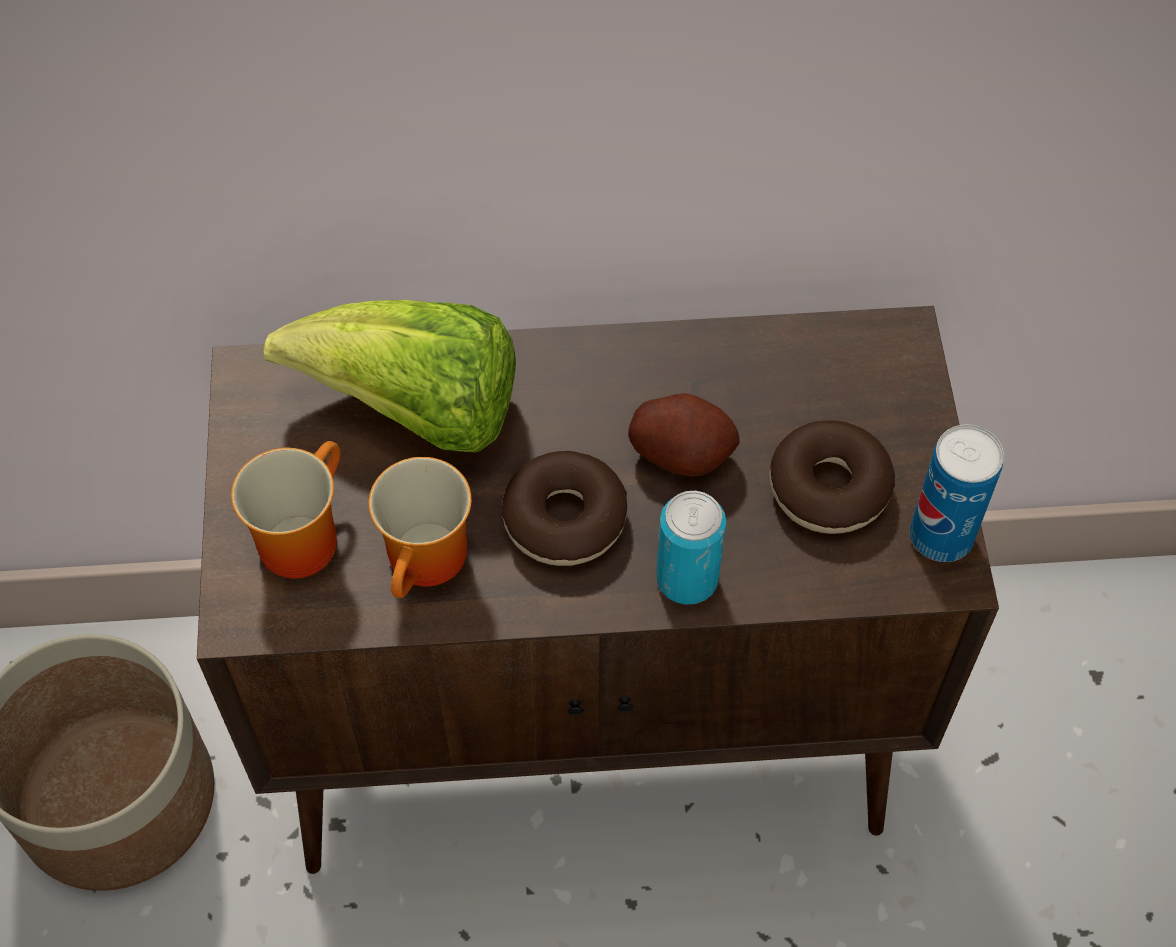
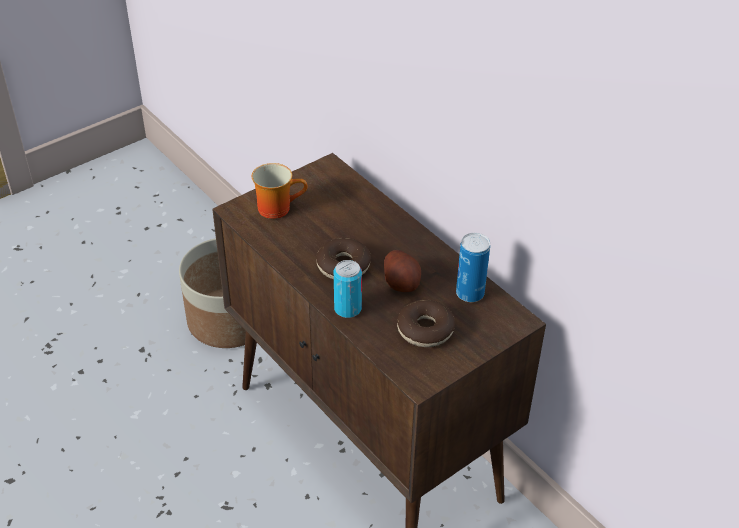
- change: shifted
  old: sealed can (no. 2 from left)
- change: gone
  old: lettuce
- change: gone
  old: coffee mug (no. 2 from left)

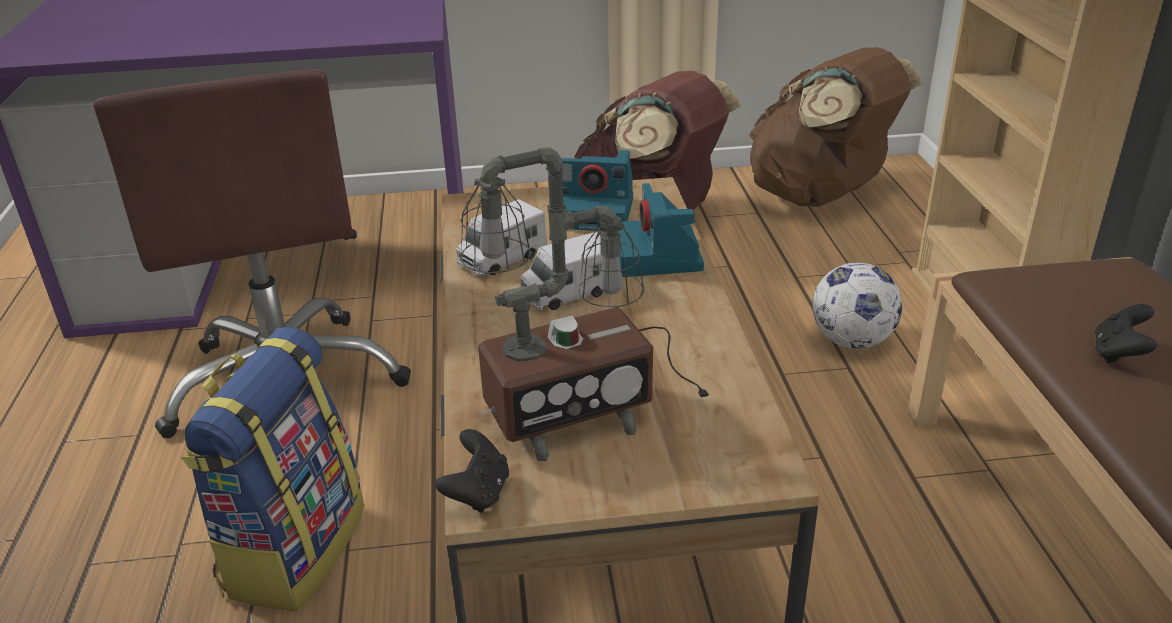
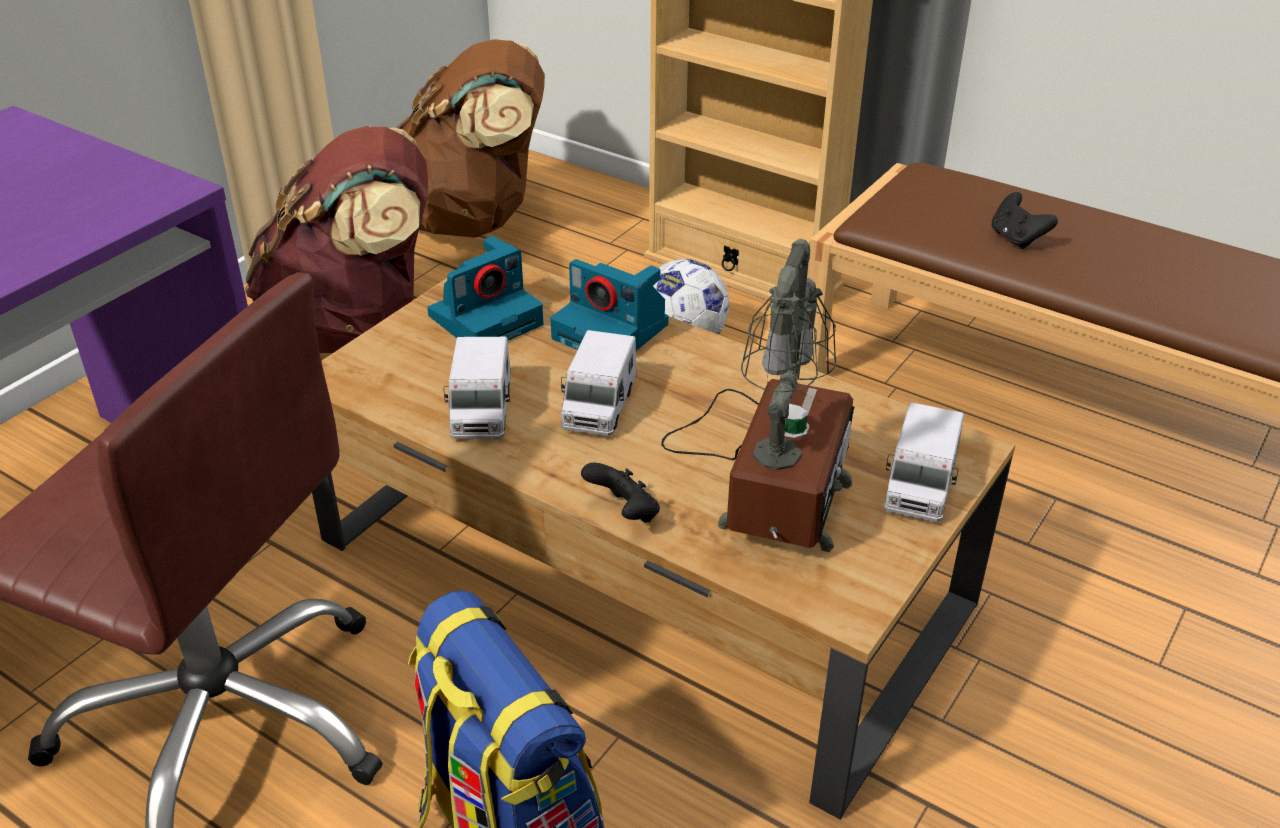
- change: shifted
  old: gamepad in blackish (no. 1 from left)
- change: new
  new: model truck (no. 3 from left)

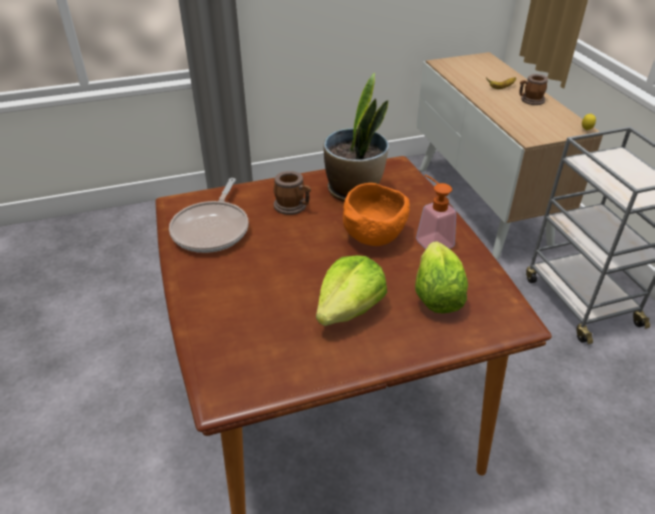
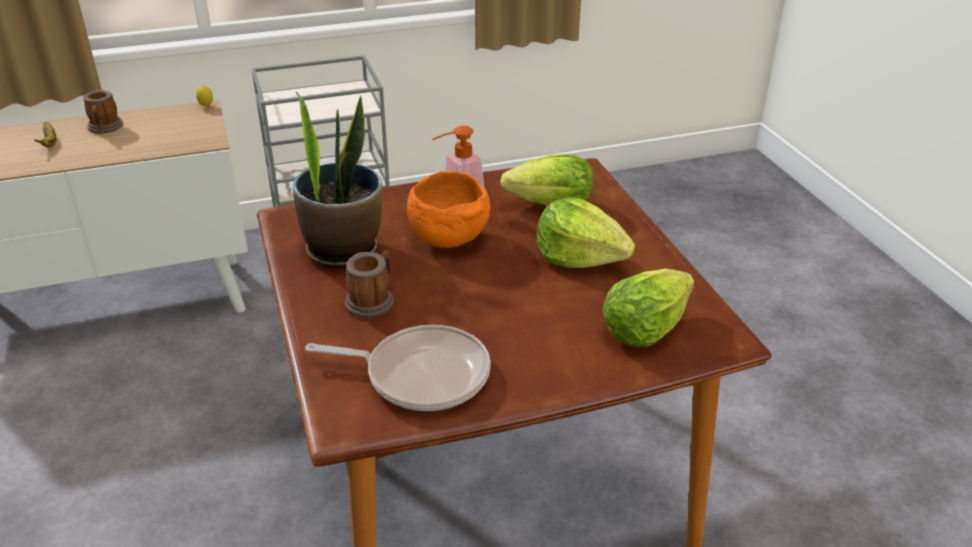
- change: new
  new: lettuce (no. 3 from left)

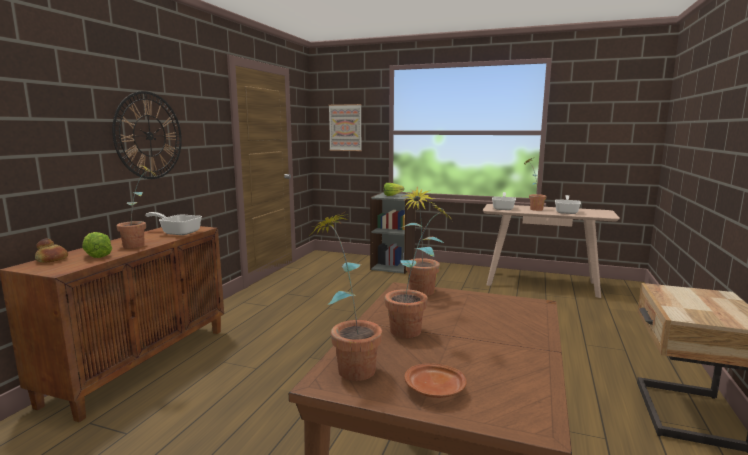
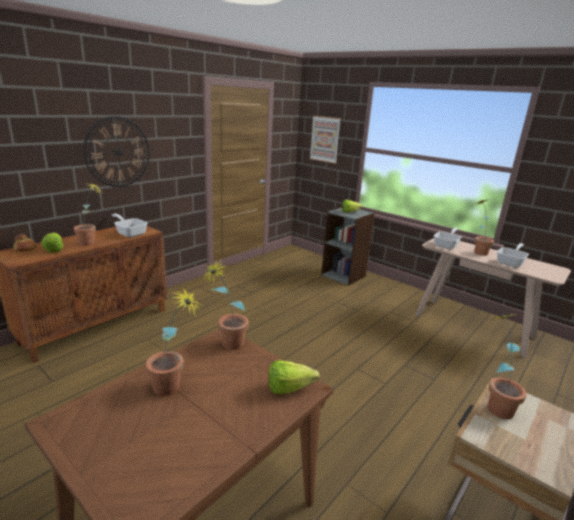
- change: new
  new: lettuce (no. 2 from left)
- change: shifted
  old: houseplant (no. 2 from left in the first image)
  new: houseplant (no. 5 from left)
- change: gone
  old: dinner plate in brown-coloured

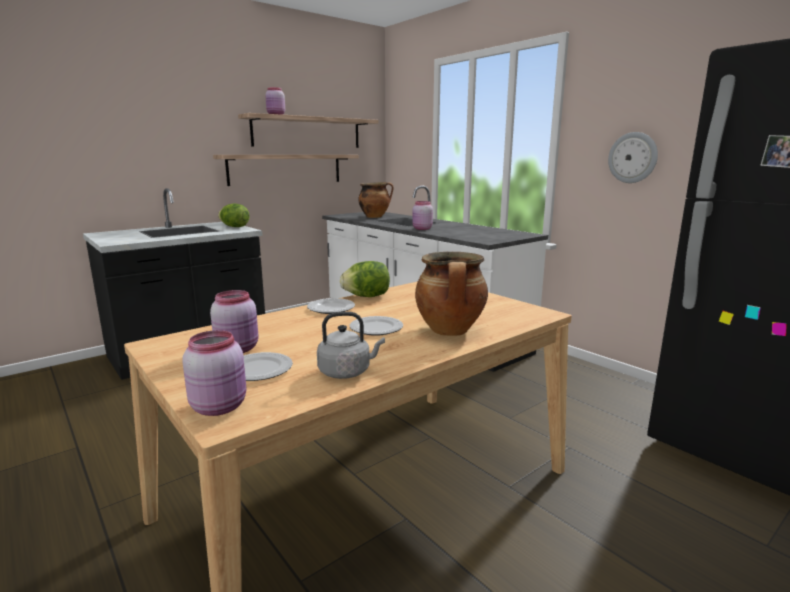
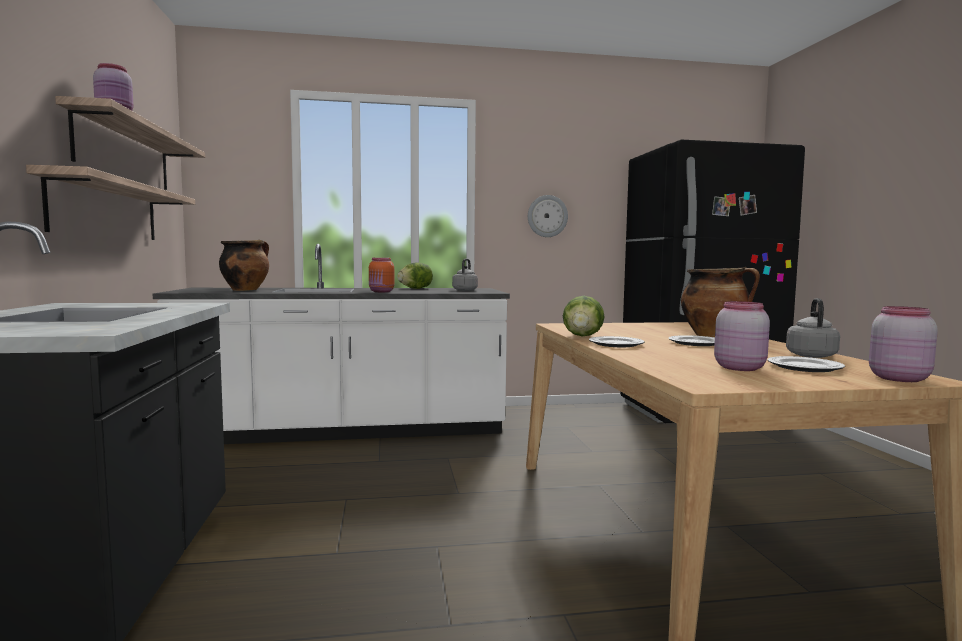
- change: repainted
  old: storage jar in pink-coloured (no. 4 from left)
  new: storage jar in orange
- change: shifted
  old: lettuce (no. 1 from left)
- change: new
  new: tea kettle in greyish (no. 1 from left)

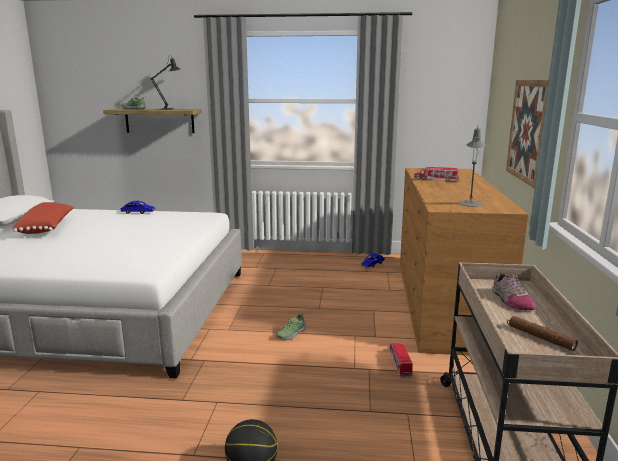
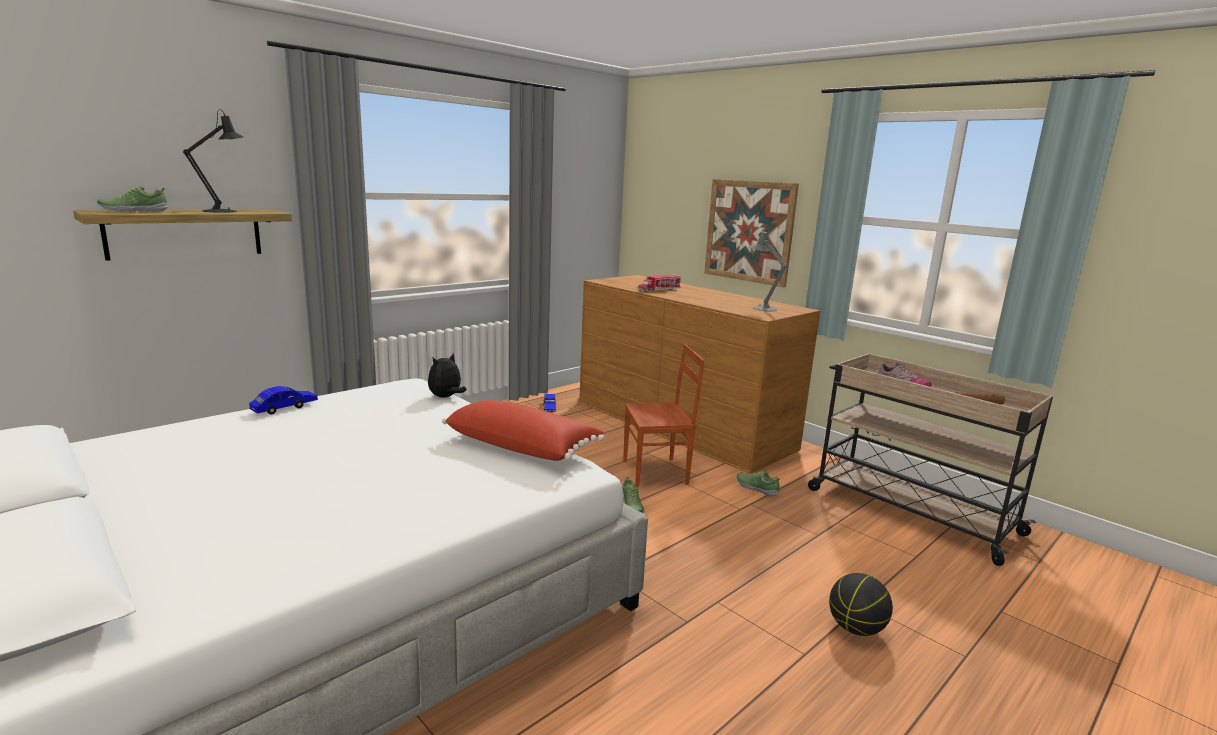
- change: new
  new: plush toy
- change: shifted
  old: cushion in red
- change: new
  new: chair in brown-coloured
- change: swapped
  old: model truck (no. 1 from left)
  new: shoe (no. 3 from left)

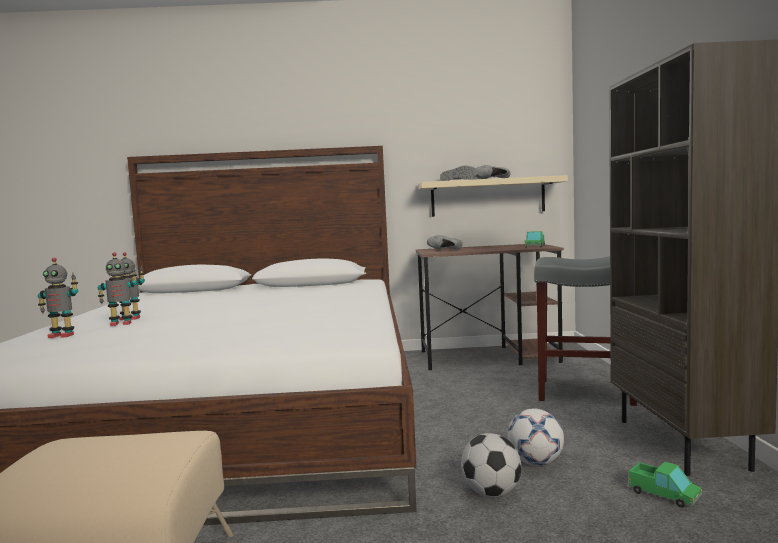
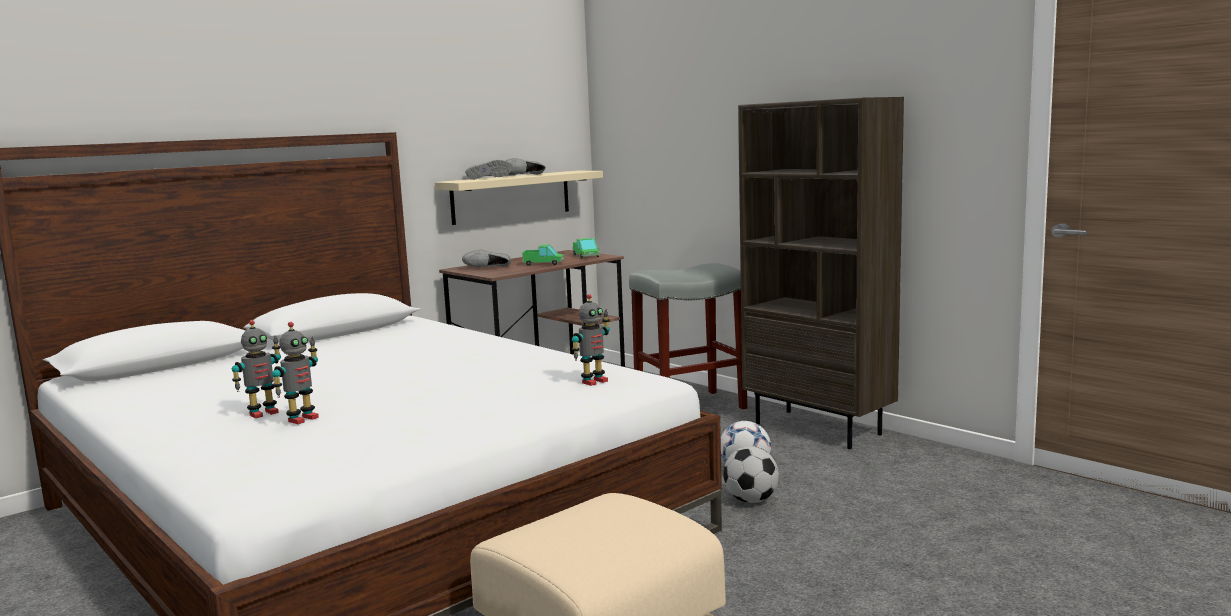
- change: shifted
  old: model truck (no. 2 from left in the first image)
  new: model truck (no. 1 from left)
- change: shifted
  old: model robot (no. 1 from left in the first image)
  new: model robot (no. 3 from left)

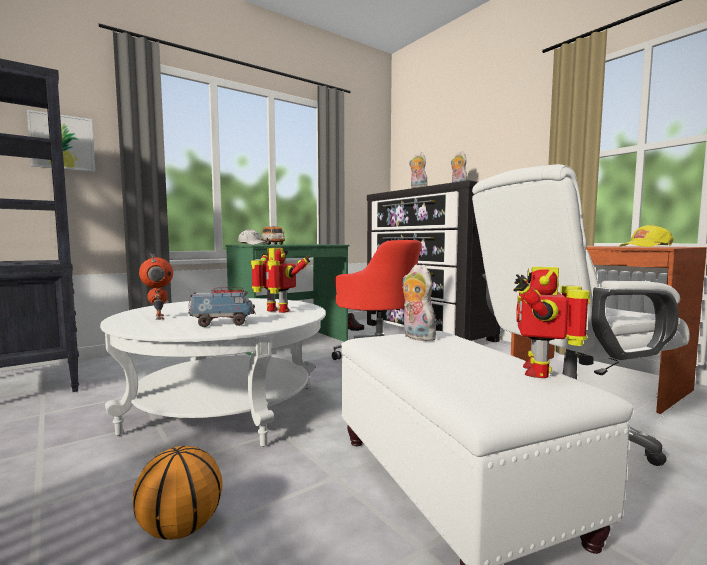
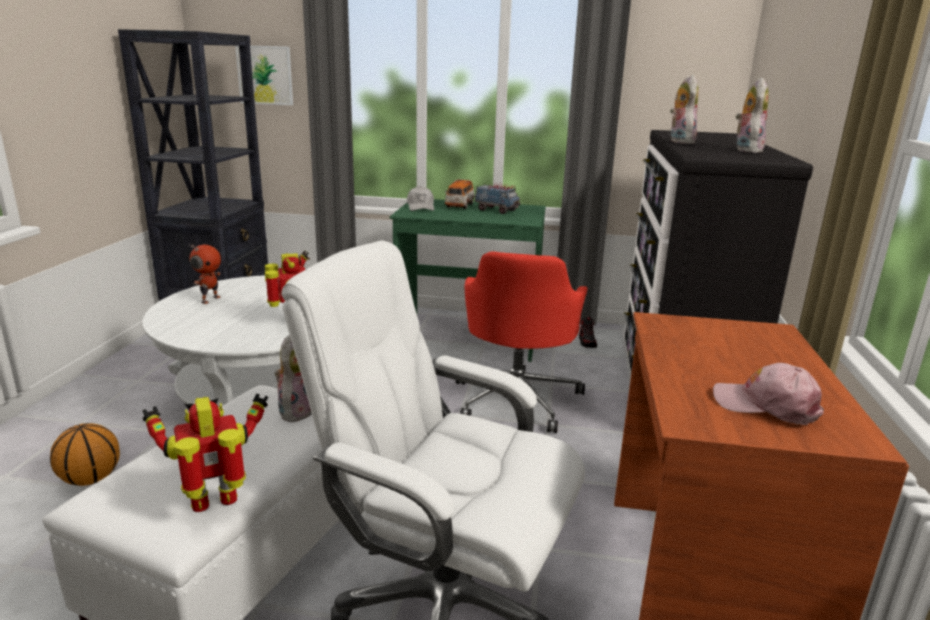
- change: shifted
  old: model truck
- change: repainted
  old: cap in yellow
  new: cap in pink-coloured

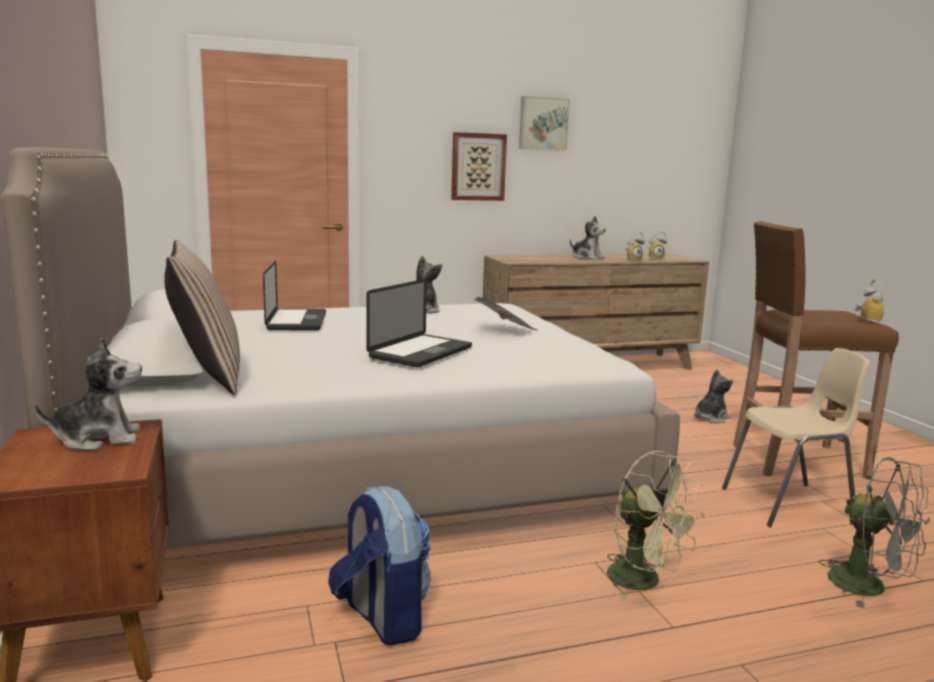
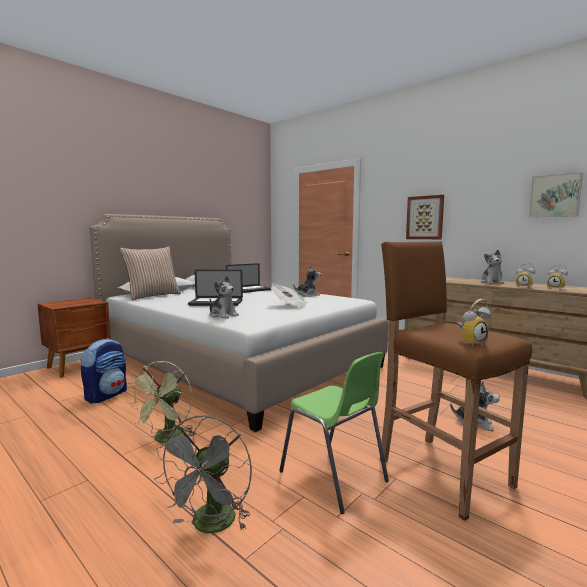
- change: shifted
  old: plush toy (no. 1 from left)
- change: repainted
  old: chair in beige
  new: chair in greenish
- change: shifted
  old: wall picture (no. 2 from left)

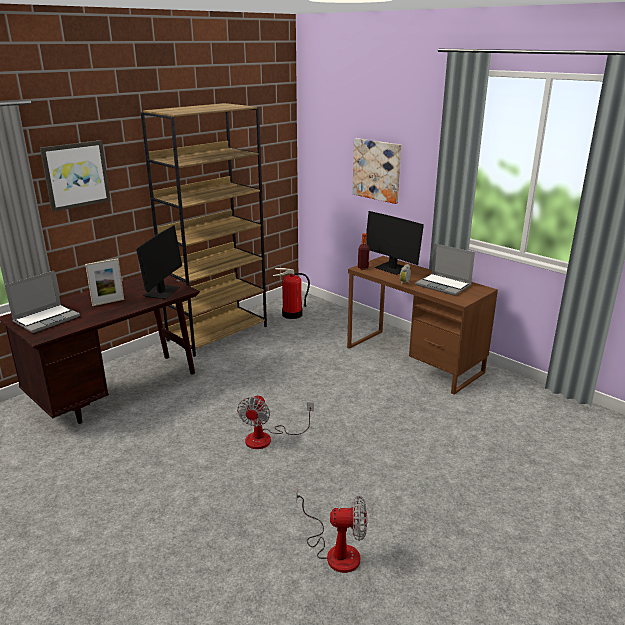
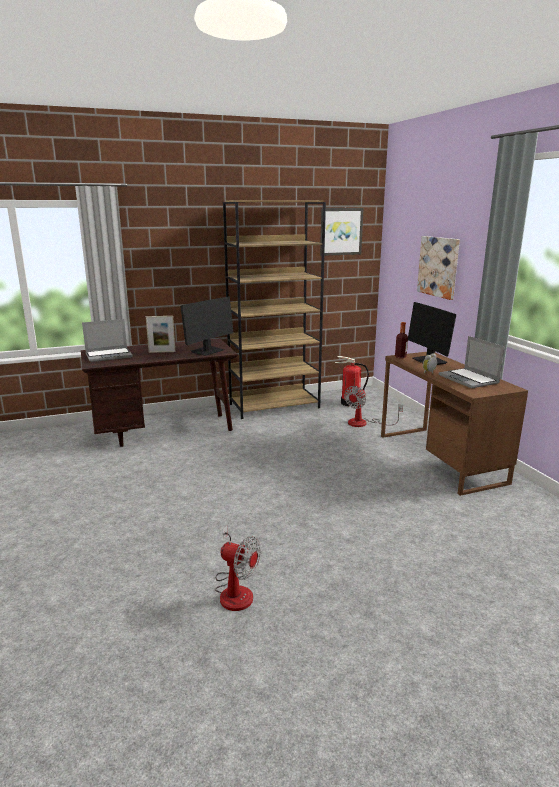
- change: shifted
  old: wall picture (no. 1 from left)
- change: shifted
  old: fan (no. 1 from left in the first image)
  new: fan (no. 2 from left)

